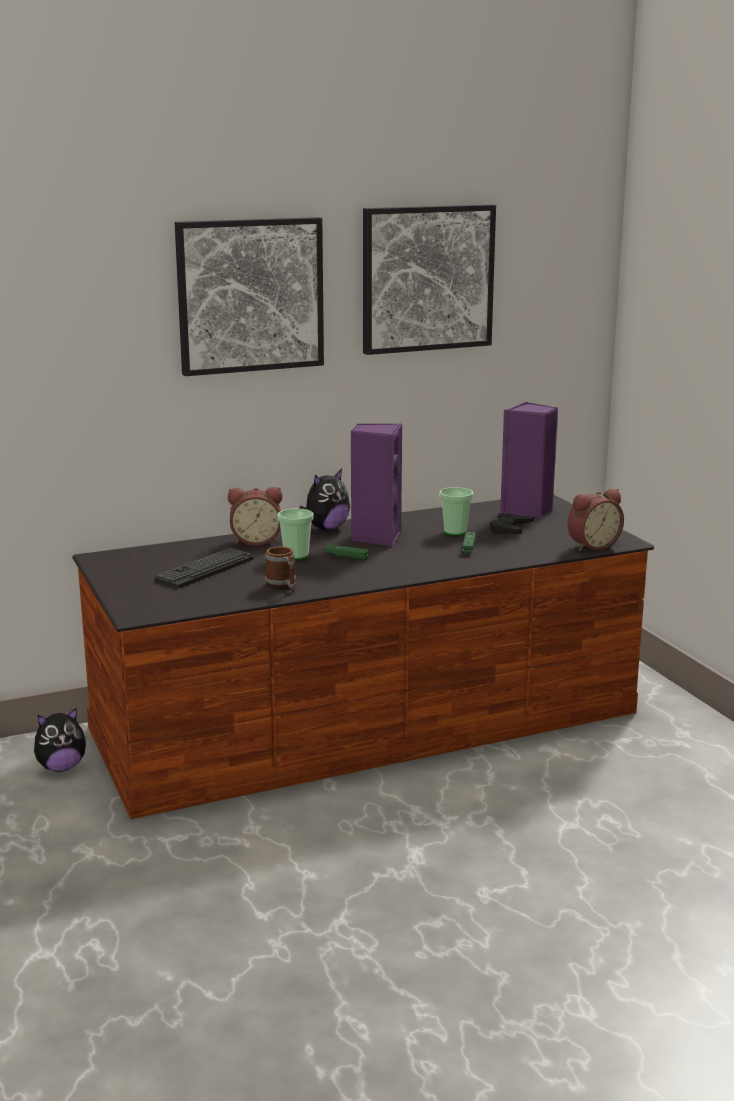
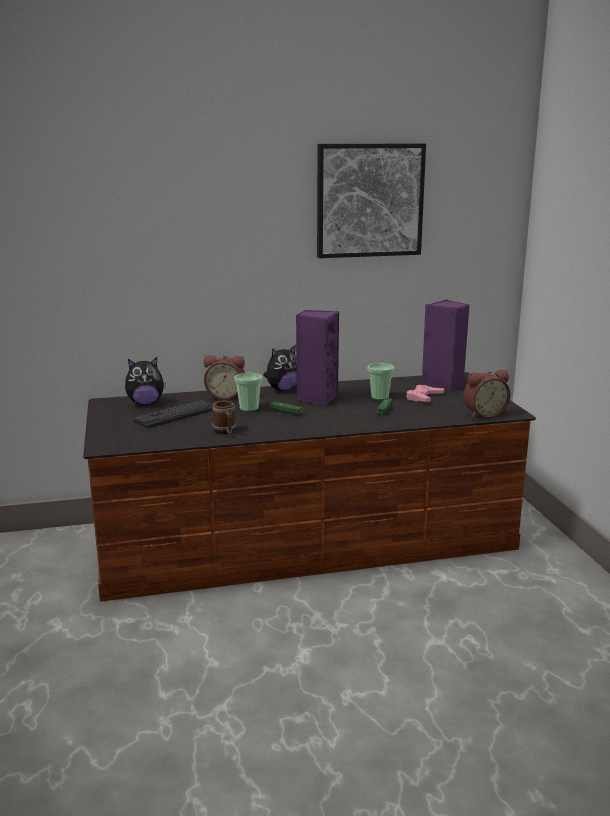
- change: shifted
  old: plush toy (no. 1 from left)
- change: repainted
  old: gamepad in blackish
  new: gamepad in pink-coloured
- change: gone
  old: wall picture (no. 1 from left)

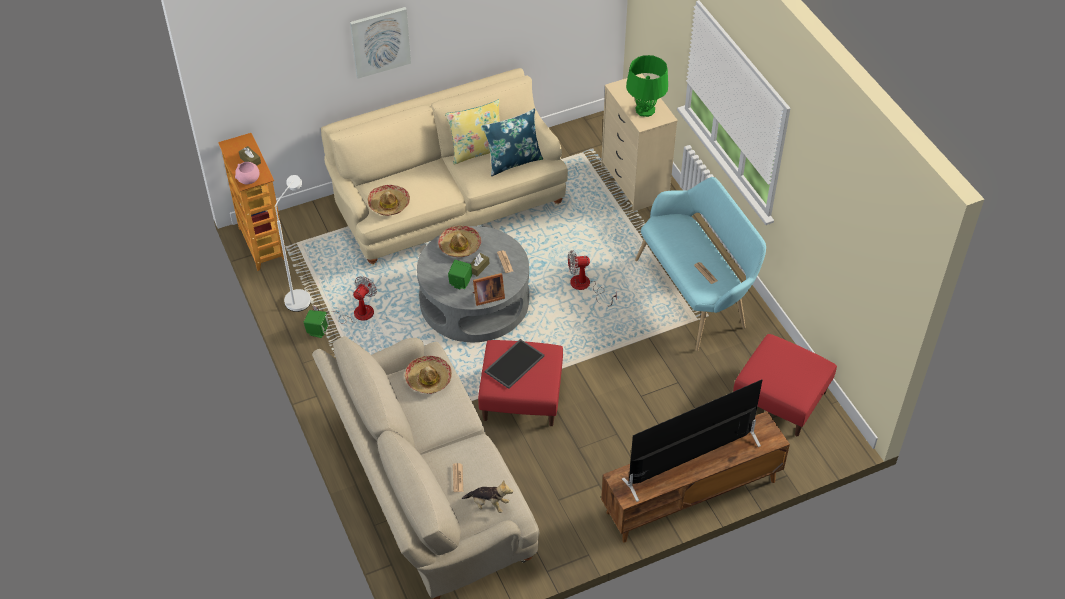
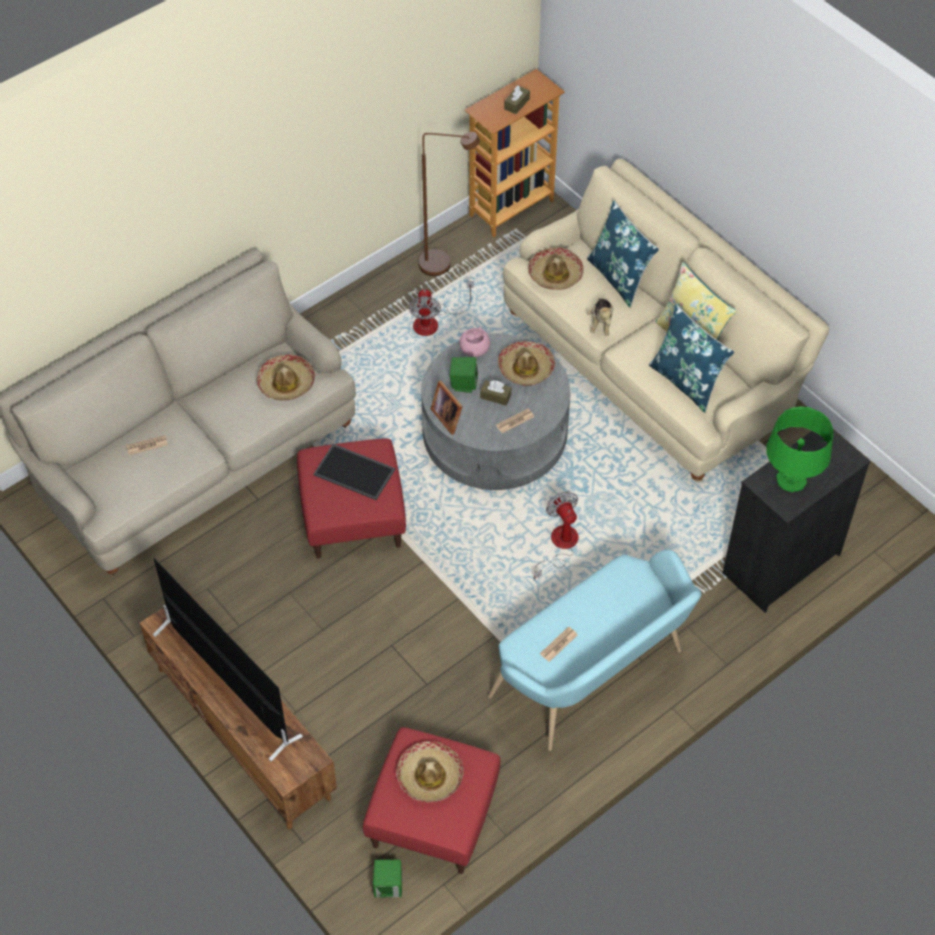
- change: shifted
  old: audio speaker in greenish (no. 1 from left)
- change: new
  new: hat (no. 2 from left)
- change: rotated
  old: fan (no. 1 from left)
  degrees: 75
- change: repainted
  old: floor lamp in whitish
  new: floor lamp in brown-coloured
- change: shifted
  old: deep dish in pink-coloured
- change: new
  new: cushion in blue-coloured (no. 1 from left)
- change: shifted
  old: plush toy
- change: repainted
  old: drawer chest in beige
  new: drawer chest in blackish
- change: gone
  old: wall picture

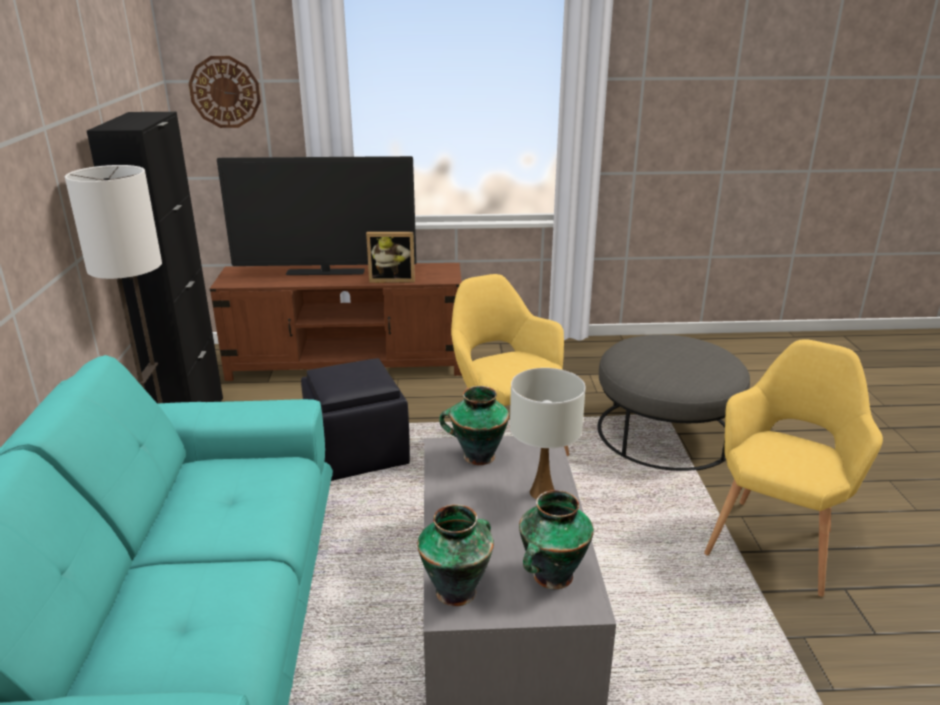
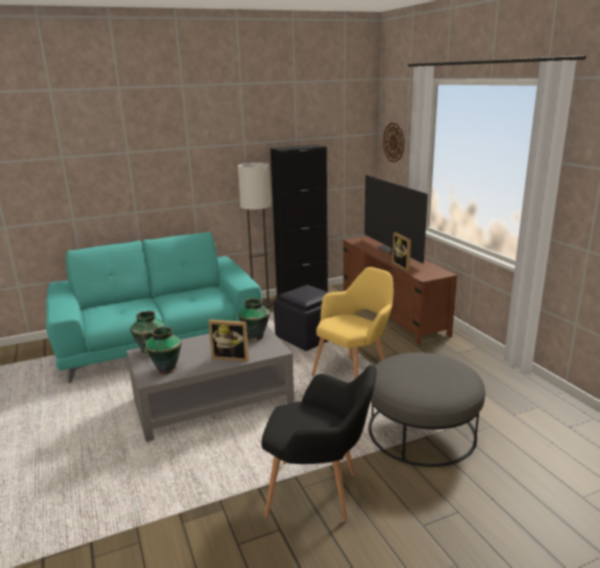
- change: swapped
  old: tabletop lamp in whitish
  new: photo frame (no. 1 from left)
- change: repainted
  old: easy chair in yellow (no. 2 from left)
  new: easy chair in blackish

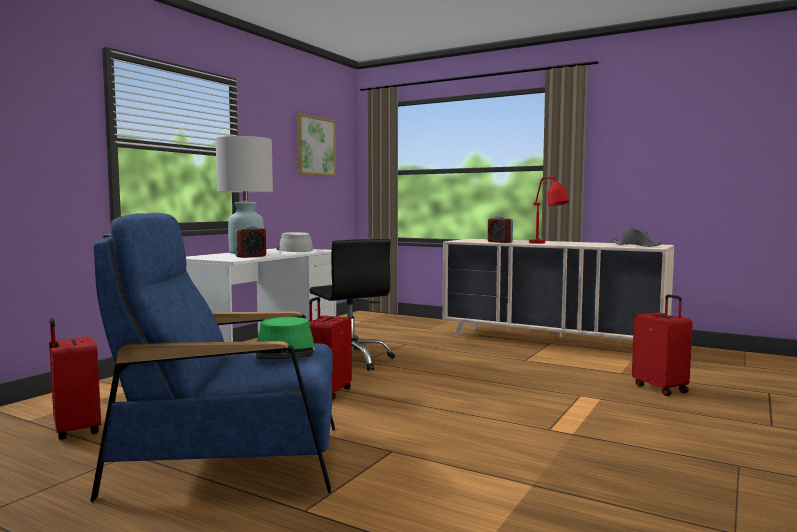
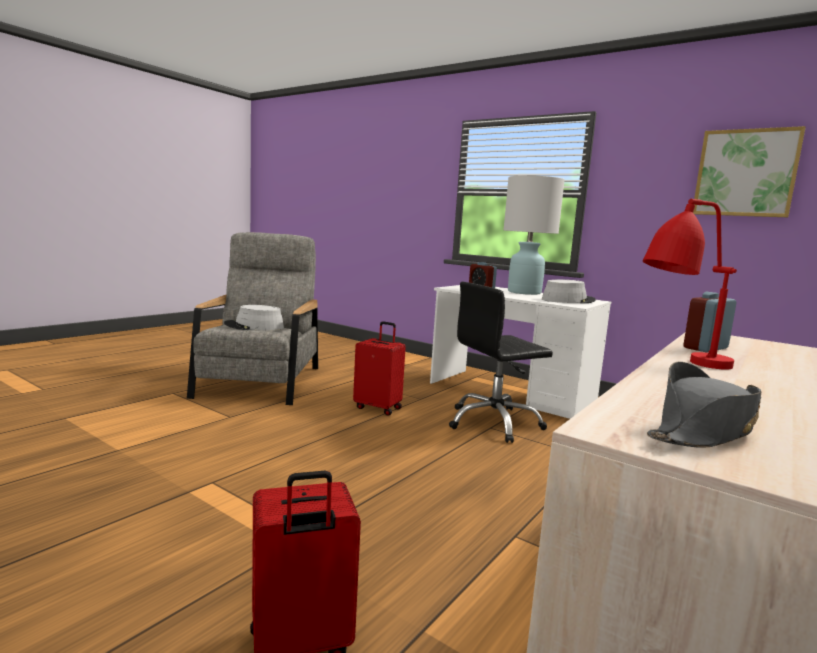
- change: repainted
  old: easy chair in blue-coloured
  new: easy chair in greyish
- change: repainted
  old: hat in greenish
  new: hat in greyish (no. 1 from left)
- change: gone
  old: travel case in red (no. 1 from left)

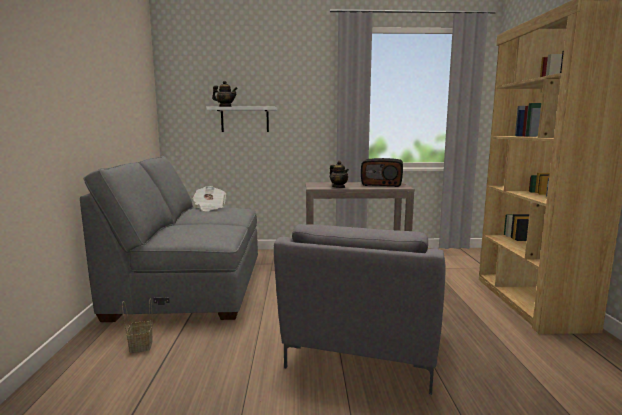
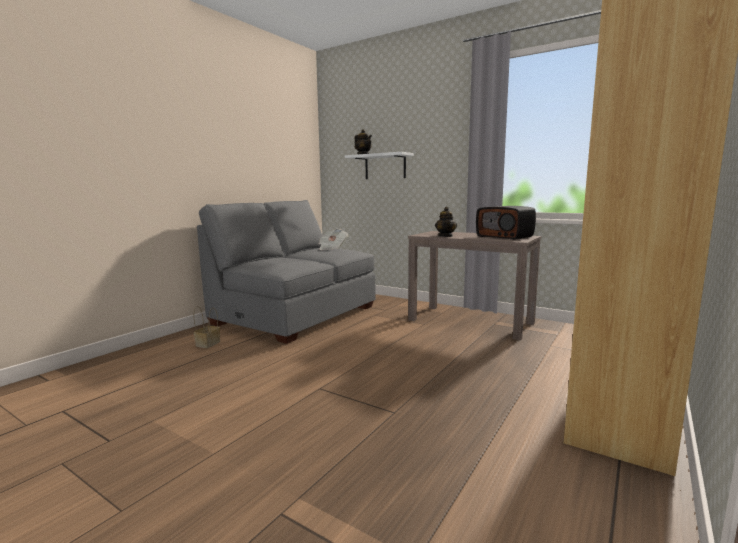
- change: gone
  old: easy chair in greyish

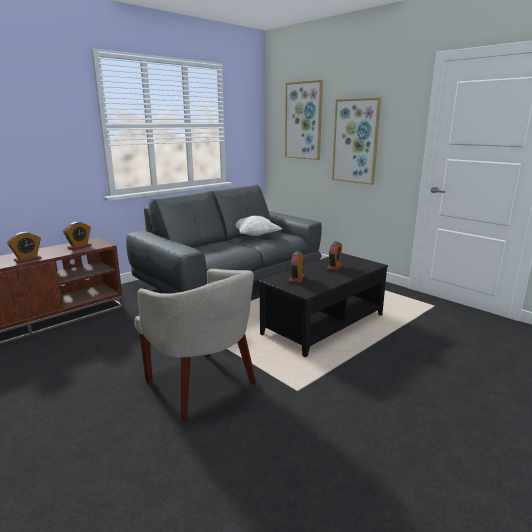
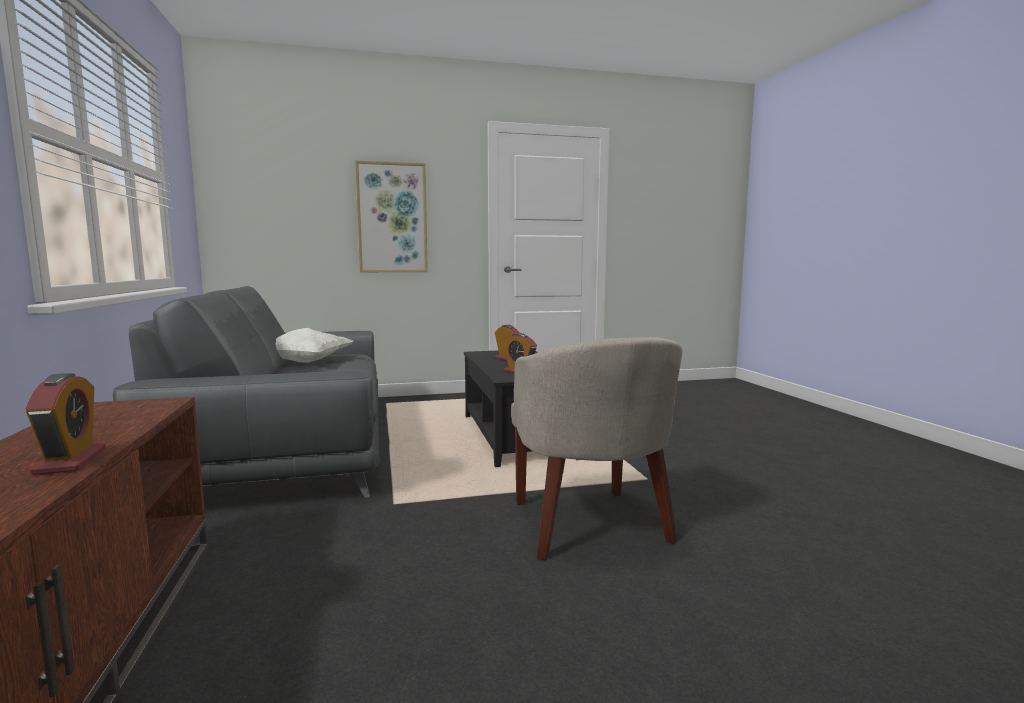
- change: rotated
  old: easy chair in beige
  degrees: 90
- change: gone
  old: bedside clock (no. 2 from left)
- change: gone
  old: wall picture (no. 1 from left)

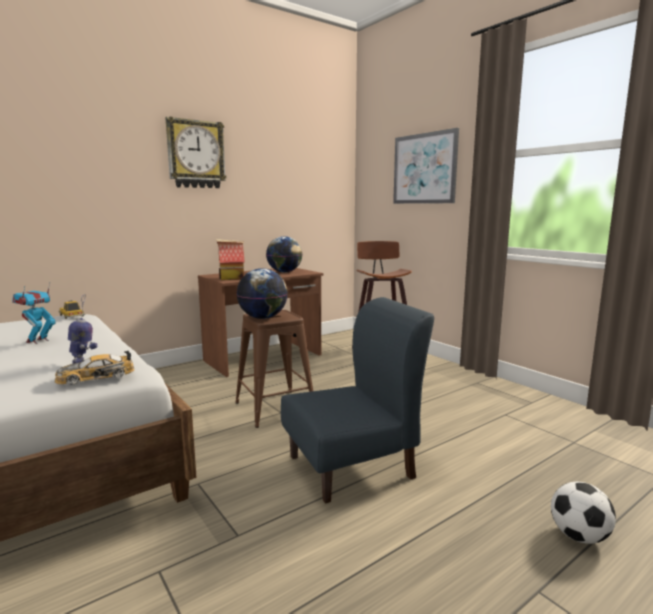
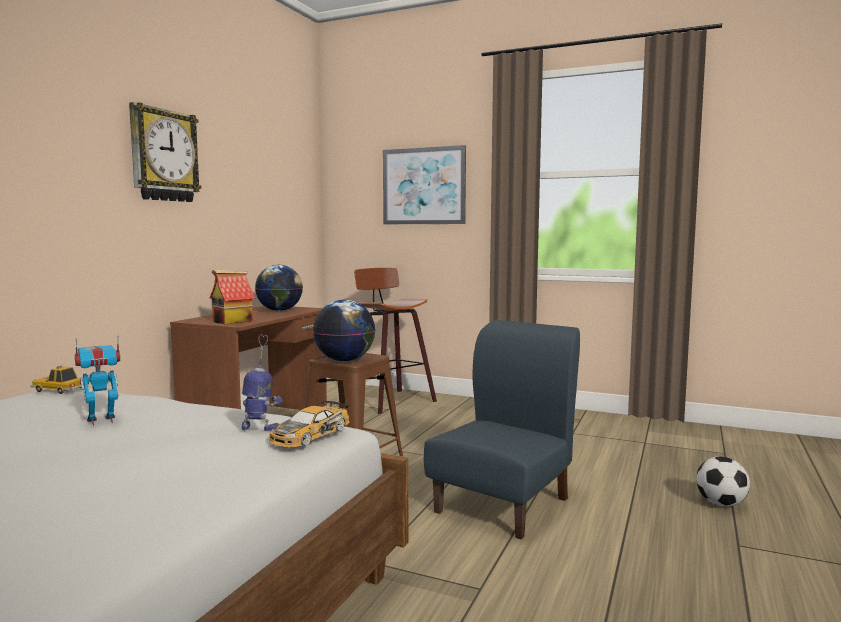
- change: rotated
  old: model robot (no. 1 from left)
  degrees: 60

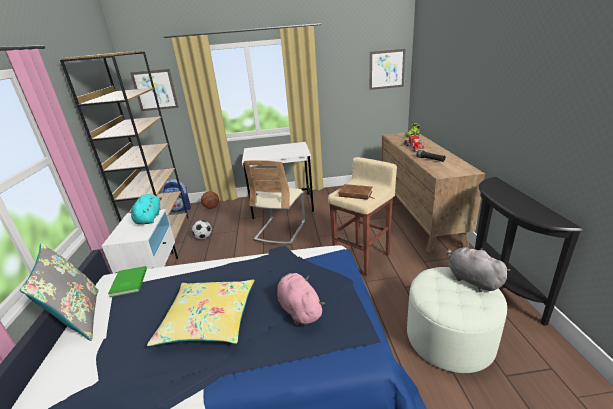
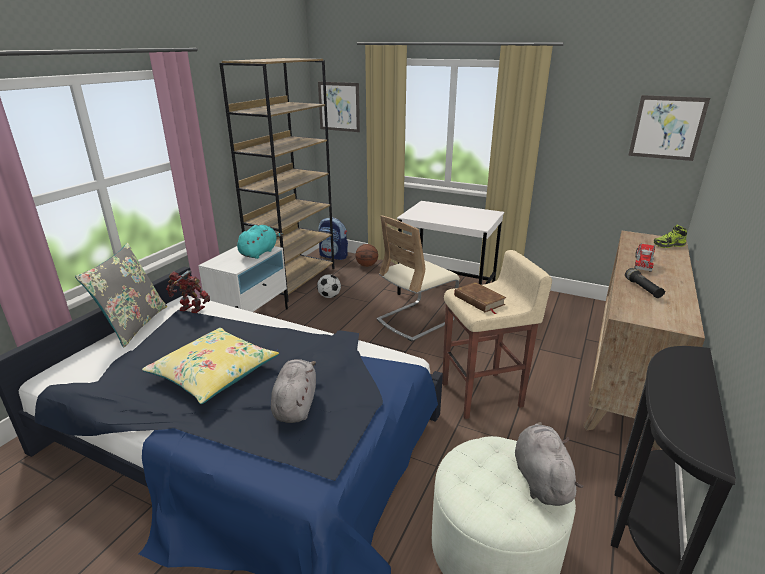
- change: swapped
  old: bound book in greenish
  new: model robot
- change: repainted
  old: plush toy in pink-coloured
  new: plush toy in greyish (no. 1 from left)

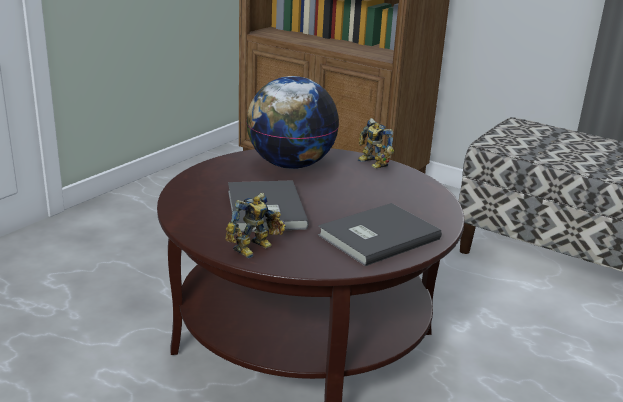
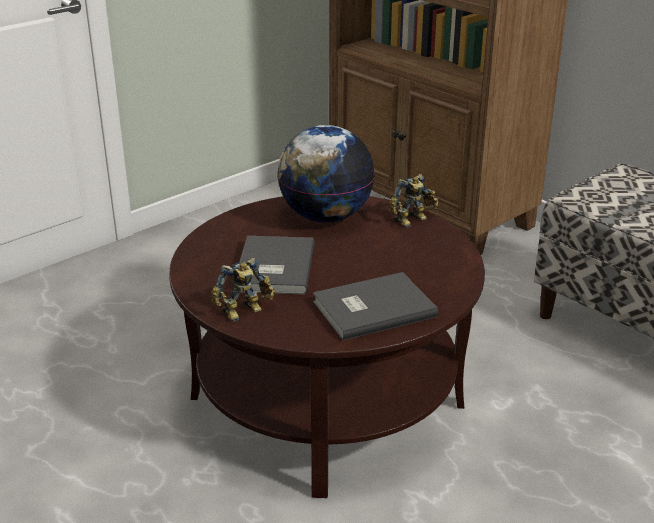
- change: rotated
  old: model robot (no. 2 from left)
  degrees: -105

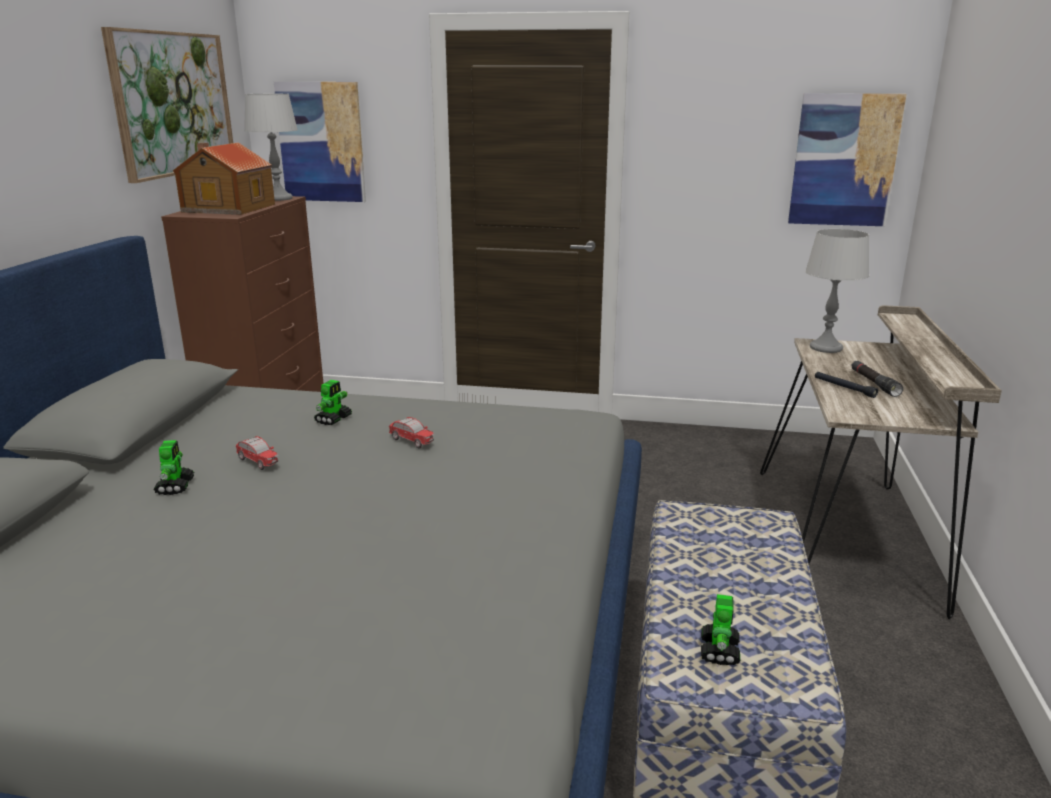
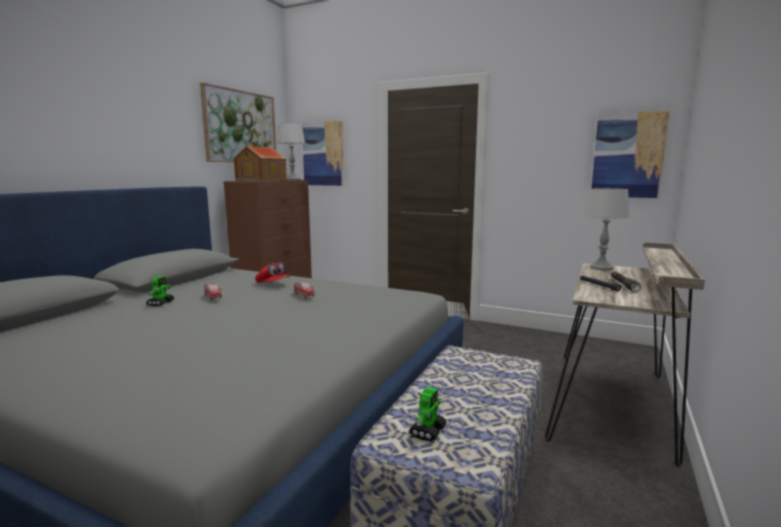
- change: swapped
  old: model robot (no. 2 from left)
  new: cap in red

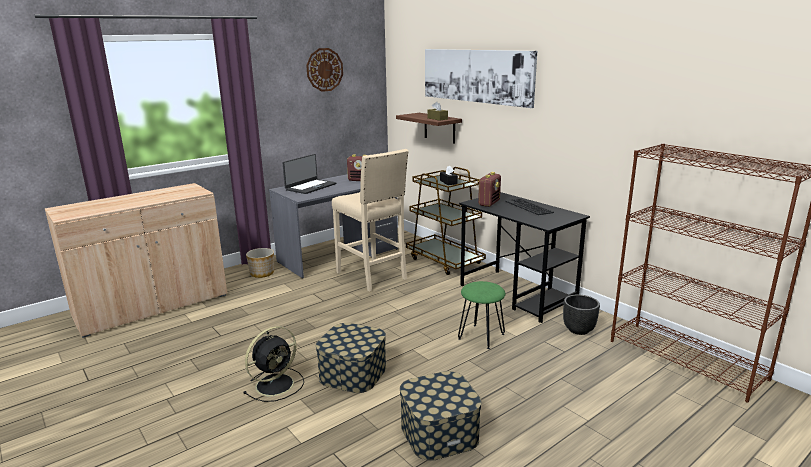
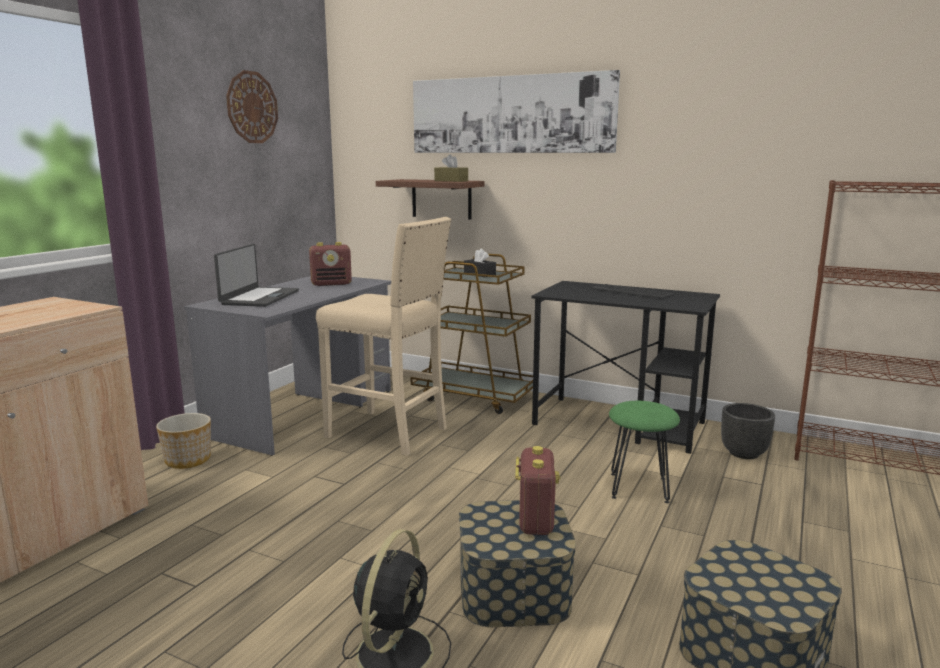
- change: shifted
  old: radio (no. 2 from left)

